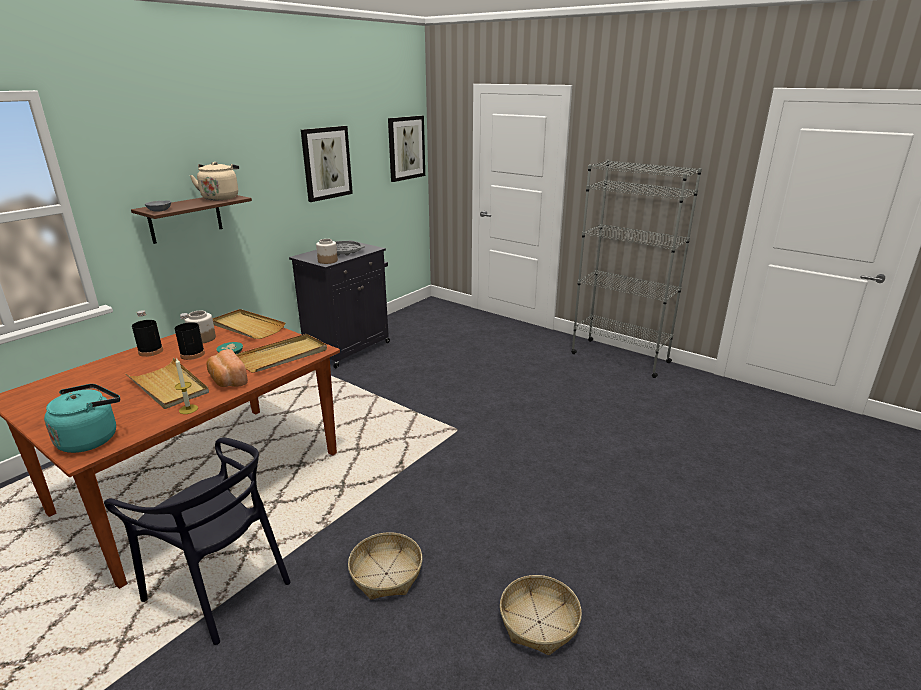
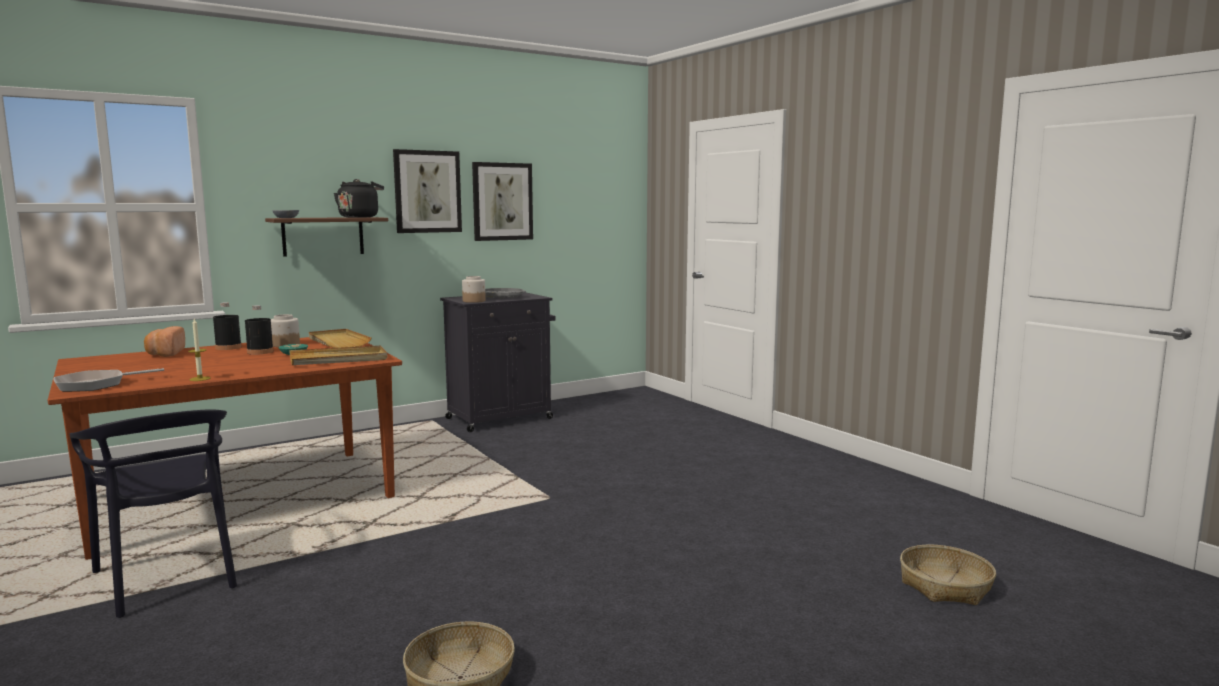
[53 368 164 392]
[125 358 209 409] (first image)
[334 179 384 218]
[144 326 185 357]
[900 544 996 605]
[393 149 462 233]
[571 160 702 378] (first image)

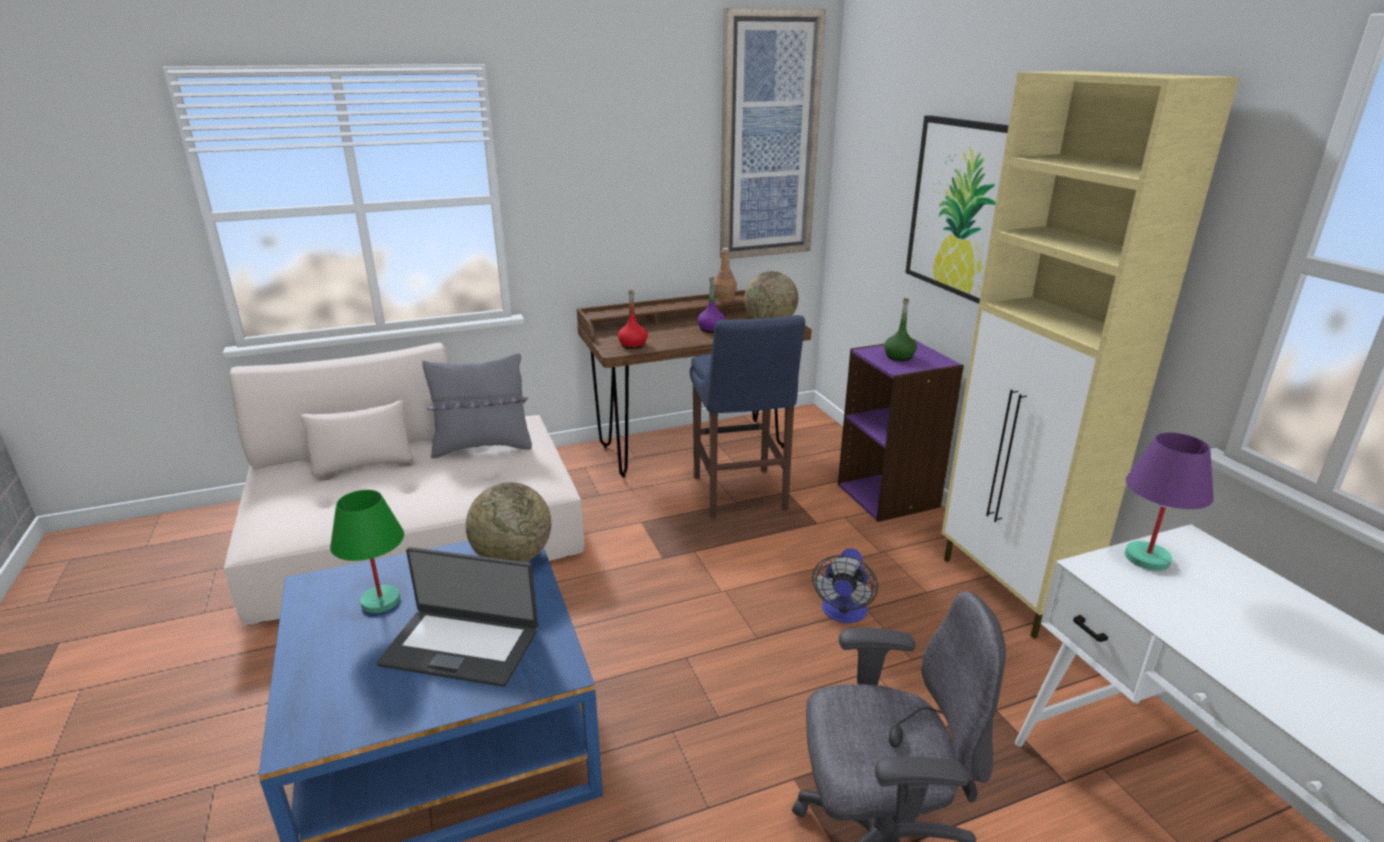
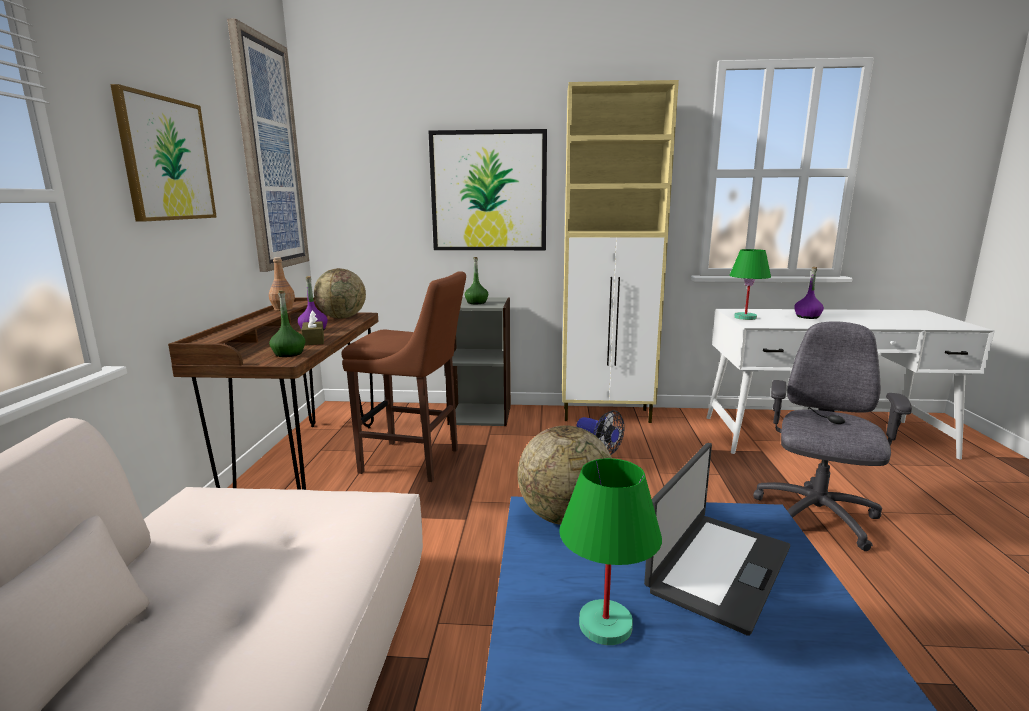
[422 353 532 458] (first image)
[269 291 305 357]
[342 271 466 482]
[446 297 511 426]
[729 249 771 320]
[110 84 217 222]
[301 310 324 345]
[794 267 824 319]

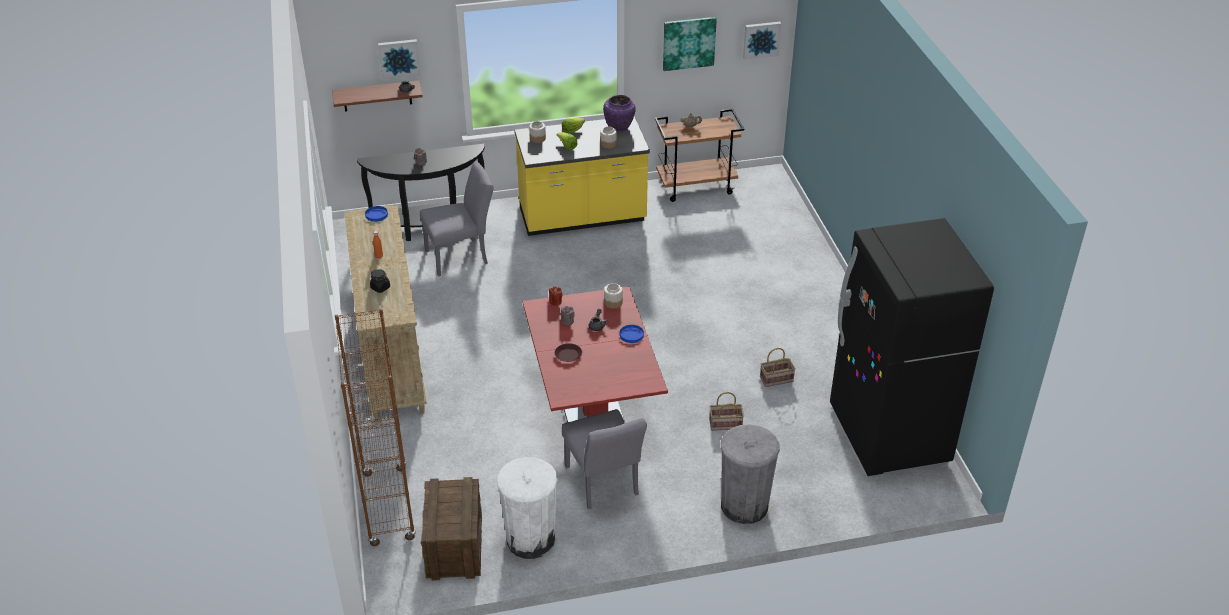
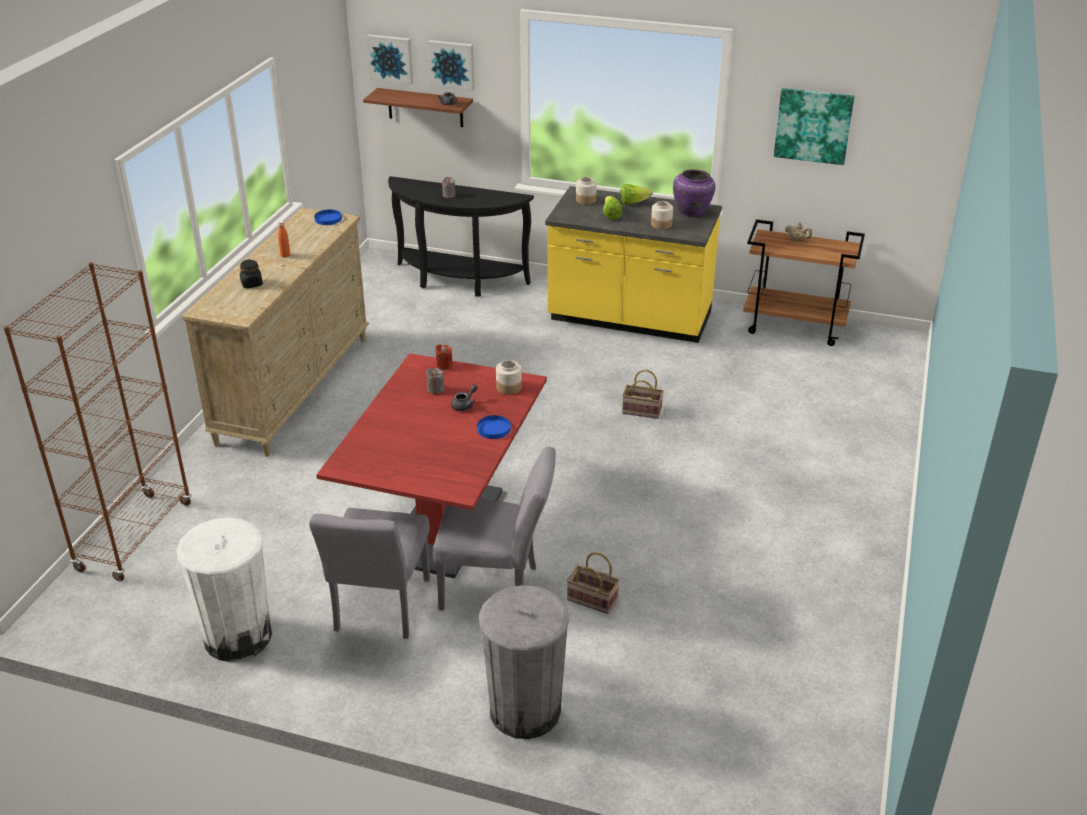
[433 446 556 610]
[421 477 482 581] (first image)
[555 343 582 362] (first image)
[366 34 413 85]
[622 370 664 419]
[830 218 994 476] (first image)

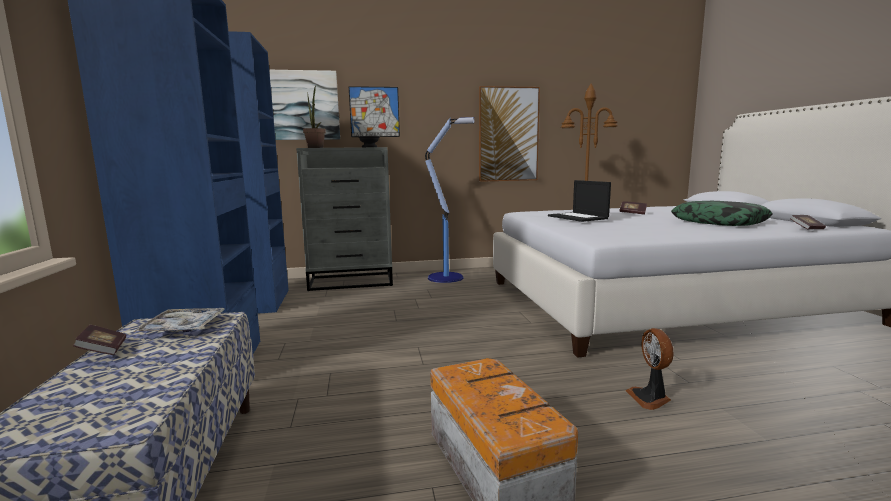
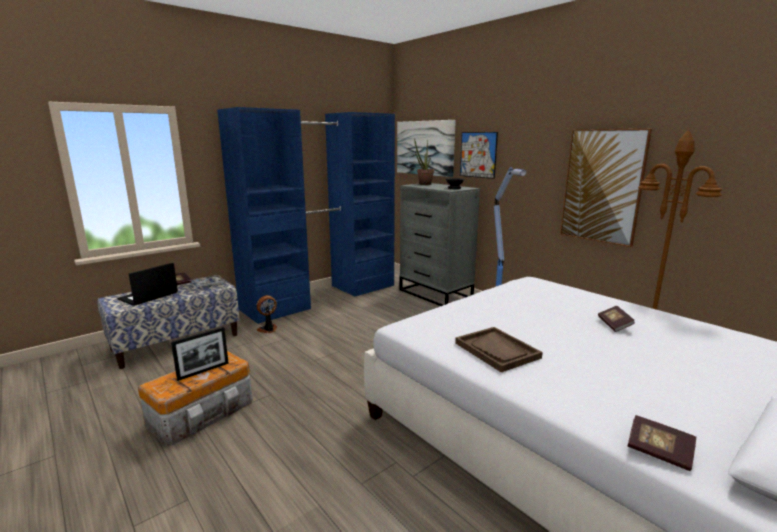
[117 263 178 306]
[256 295 277 333]
[671 201 772 226] (first image)
[171 327 229 381]
[455 327 543 372]

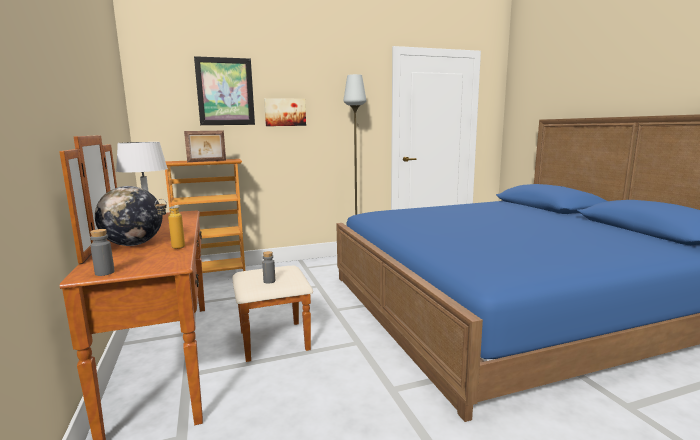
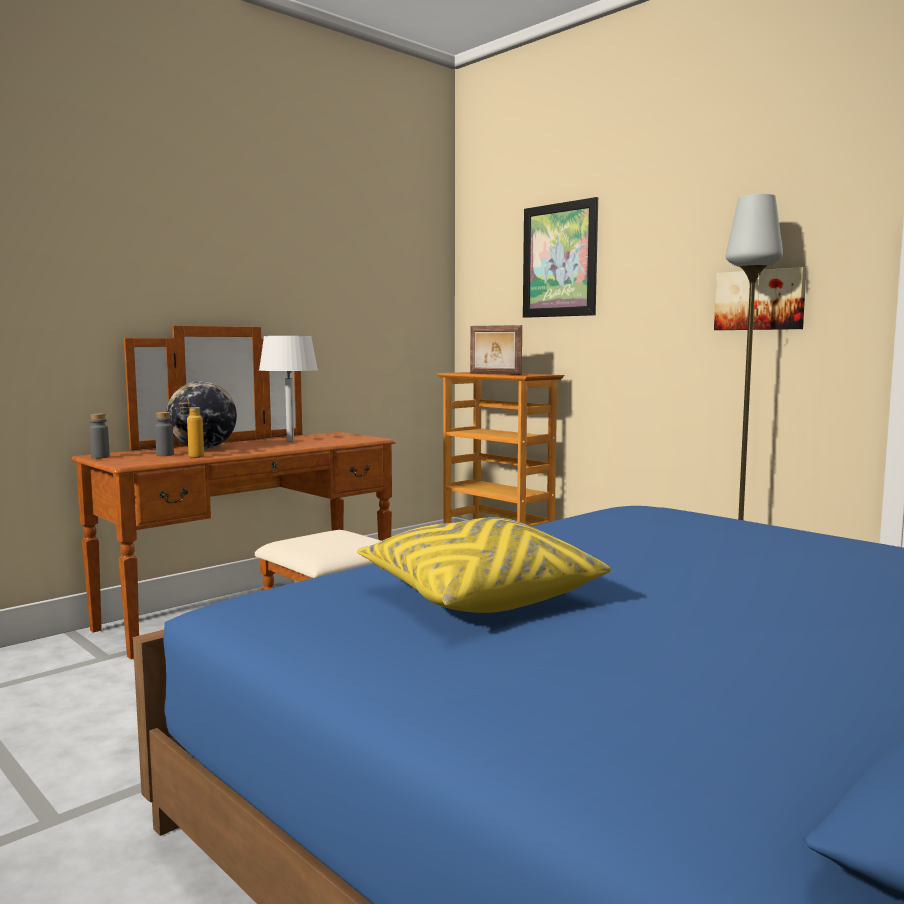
[155 412 174 456]
[714 267 807 330]
[357 517 611 613]

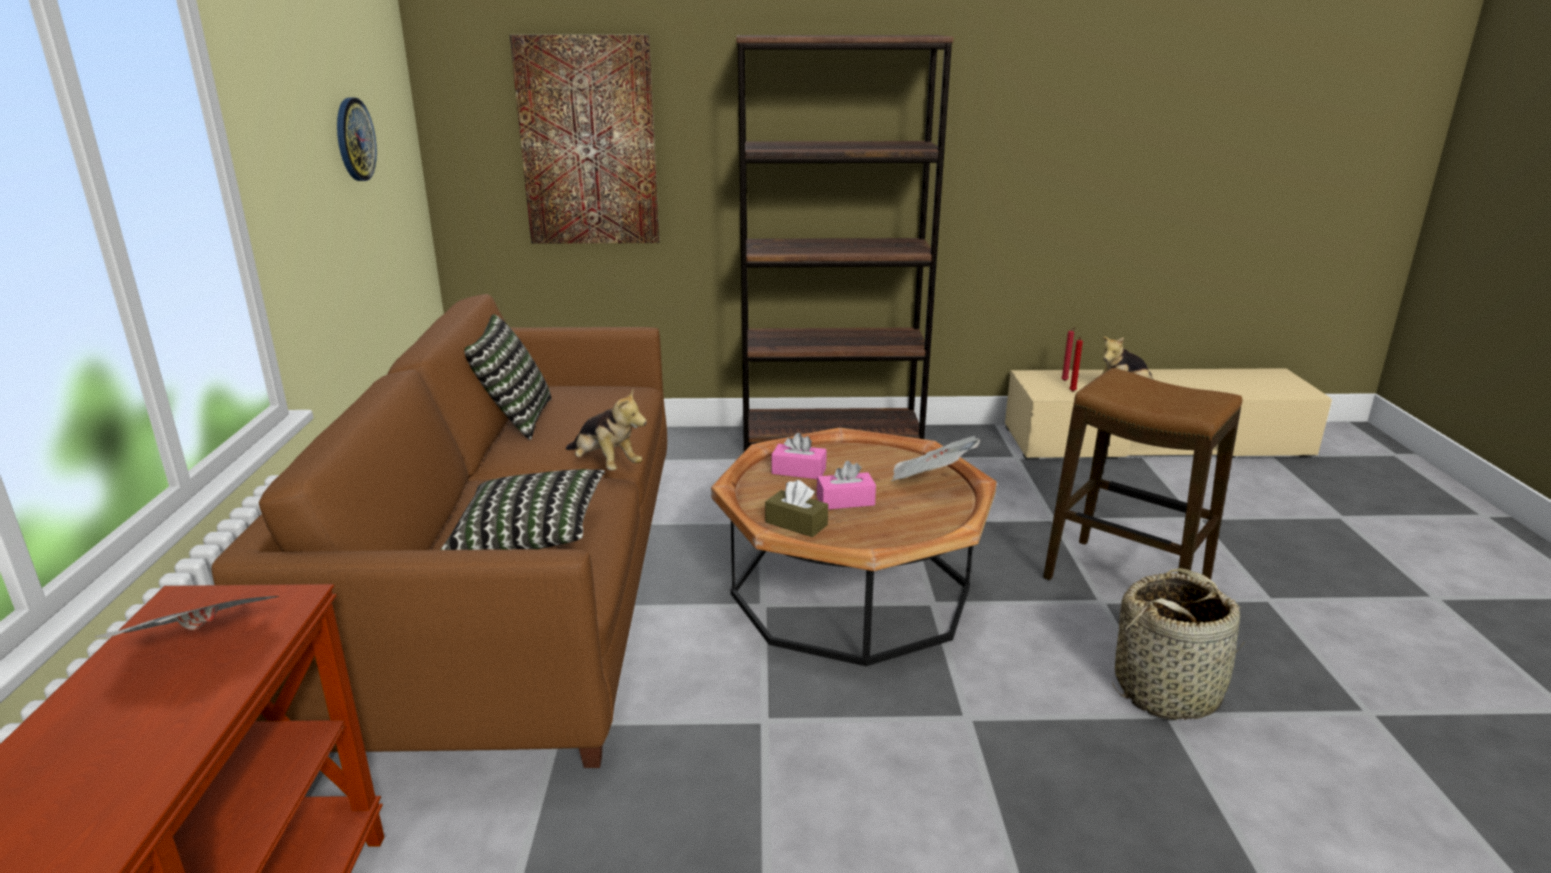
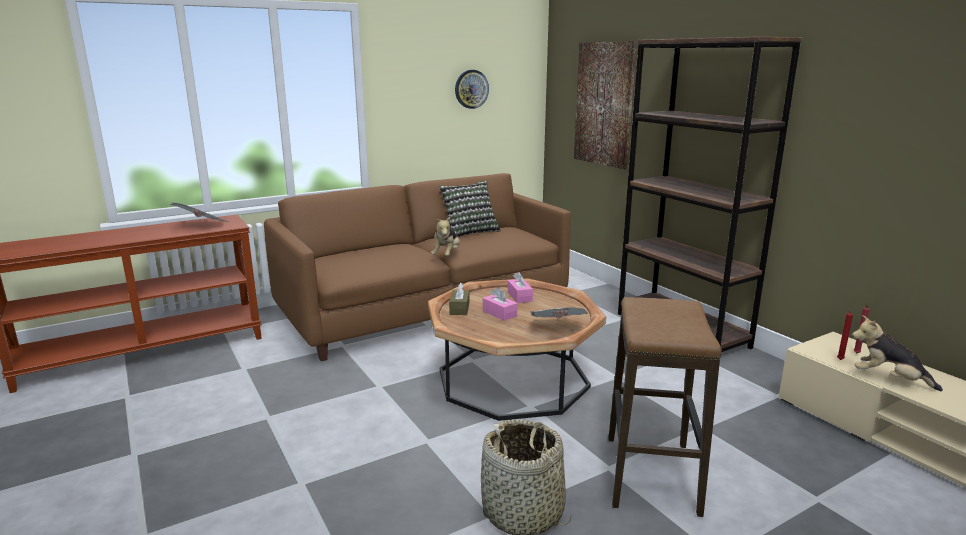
[441 469 605 550] (first image)

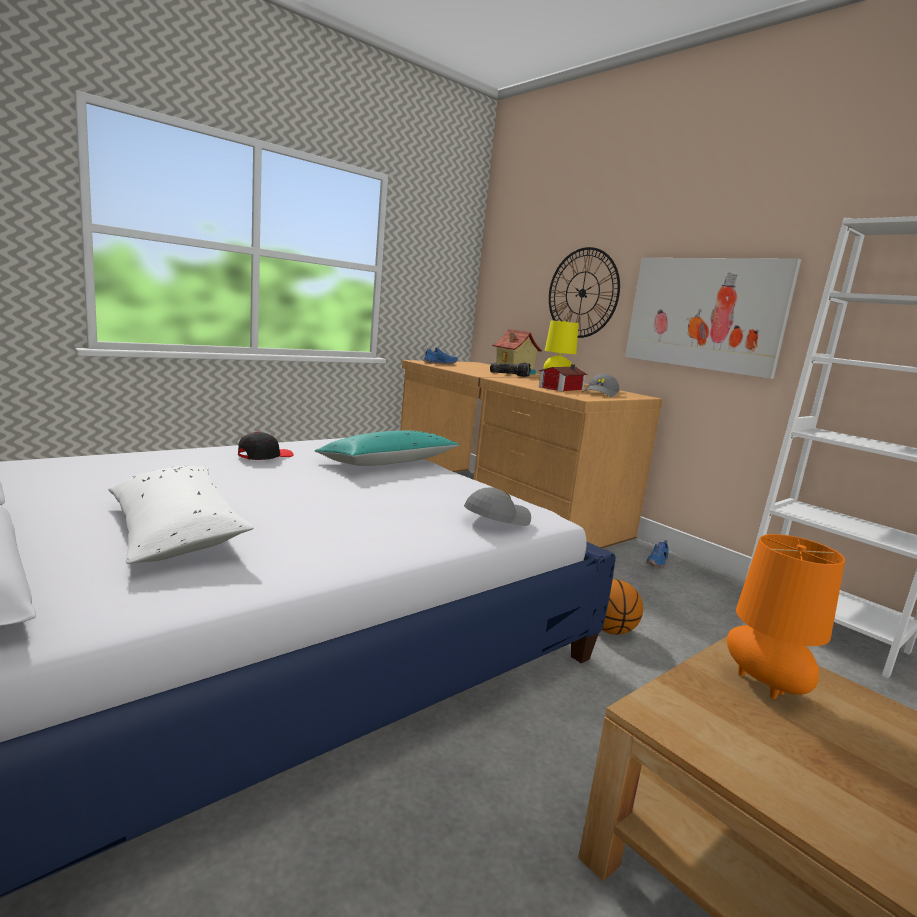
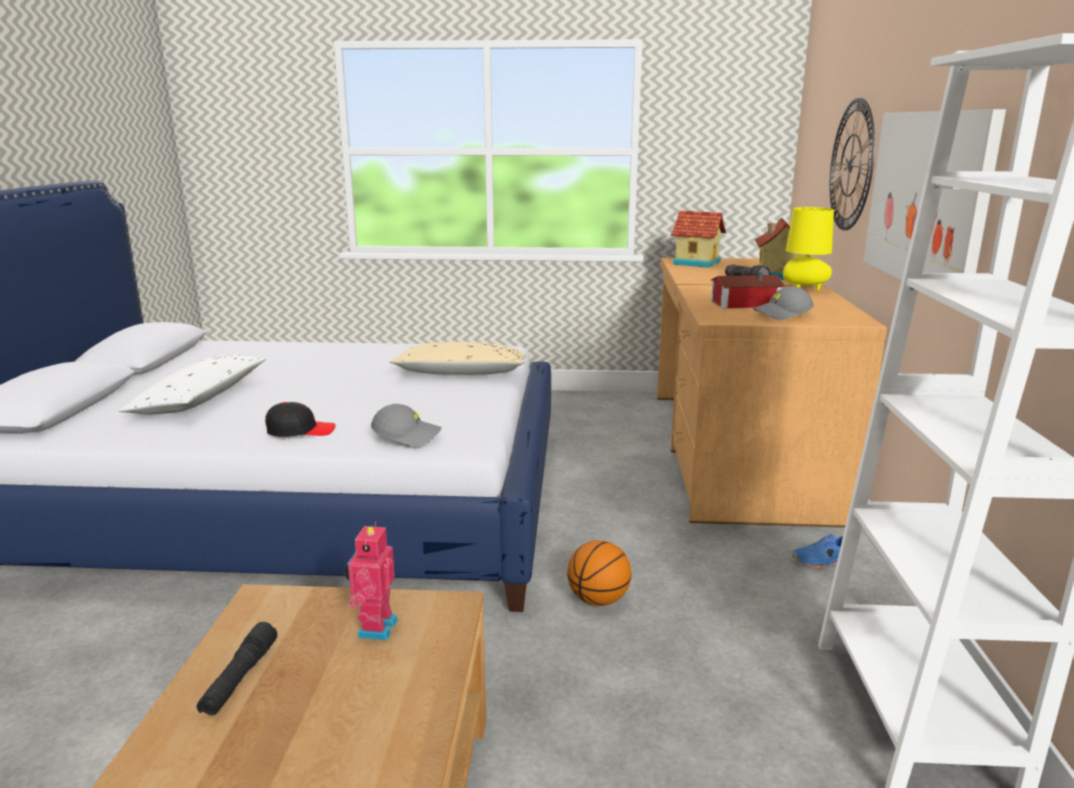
[265 402 336 437]
[389 342 526 375]
[671 211 727 268]
[344 522 398 640]
[196 622 277 715]

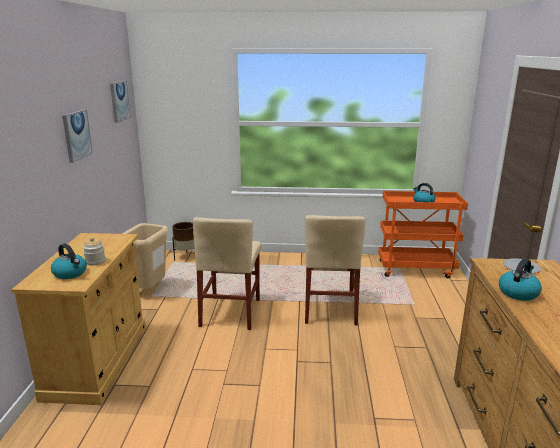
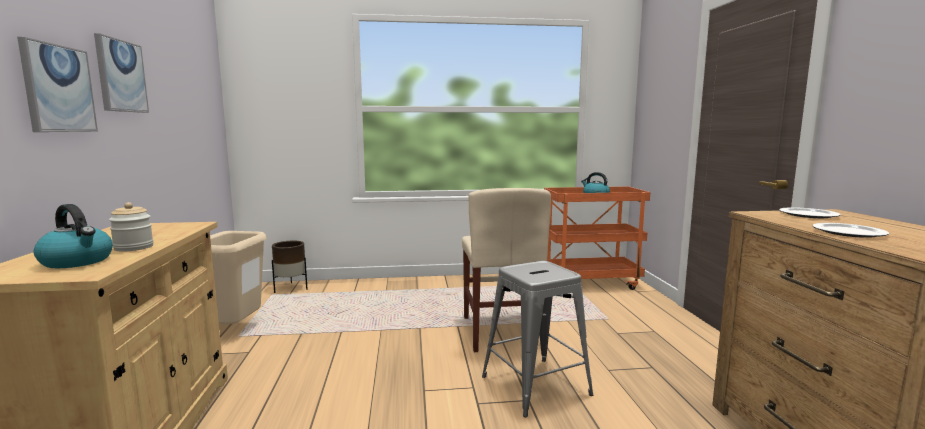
[17 37 98 132]
[193 217 261 330] (first image)
[812 223 889 238]
[482 261 593 417]

